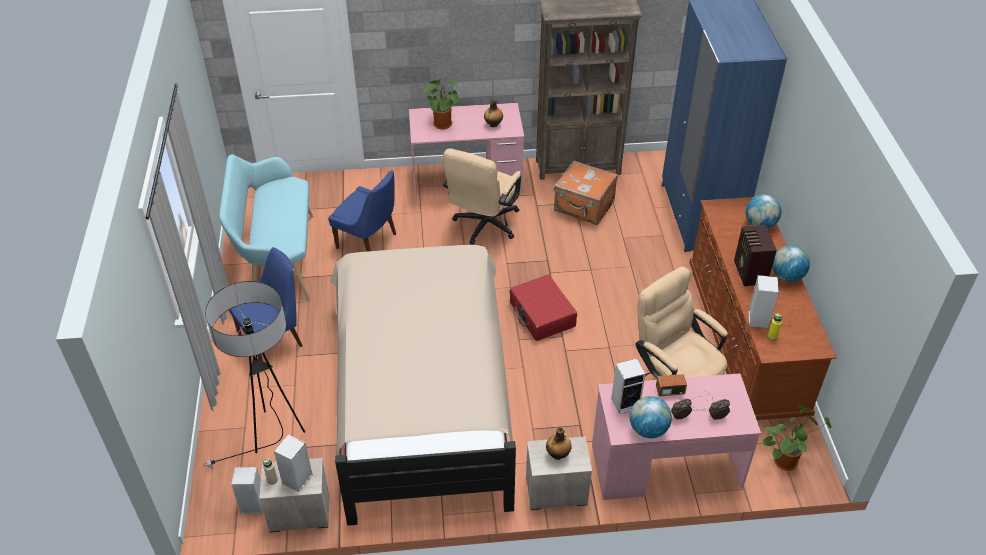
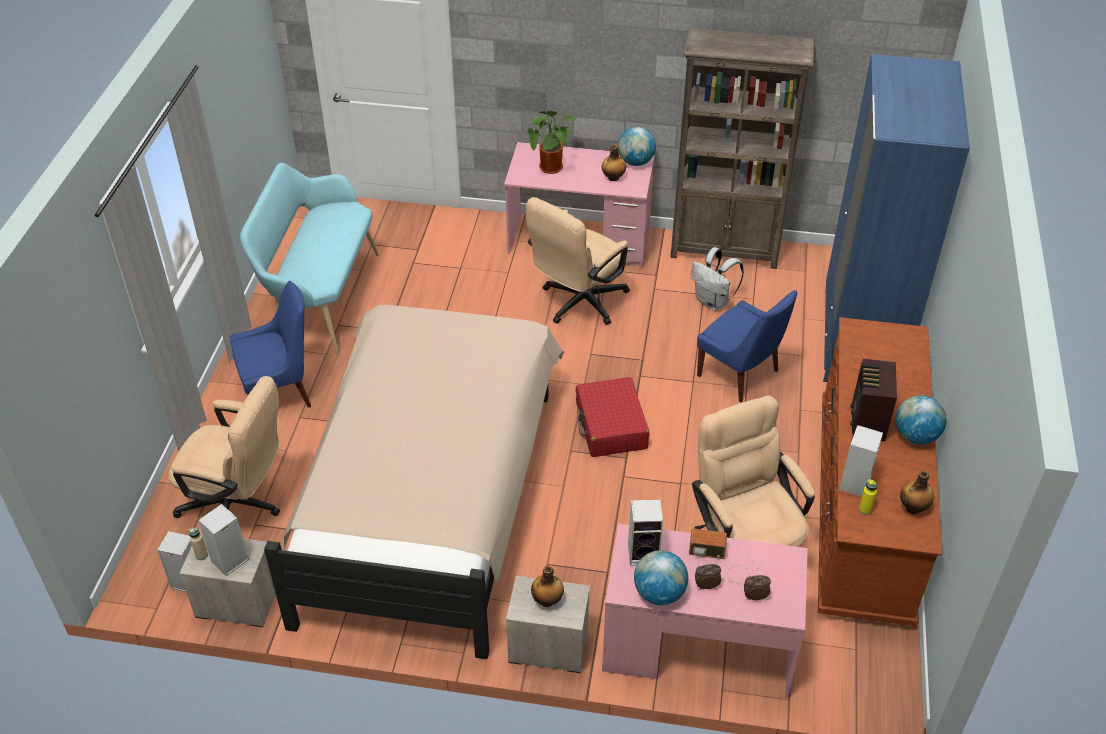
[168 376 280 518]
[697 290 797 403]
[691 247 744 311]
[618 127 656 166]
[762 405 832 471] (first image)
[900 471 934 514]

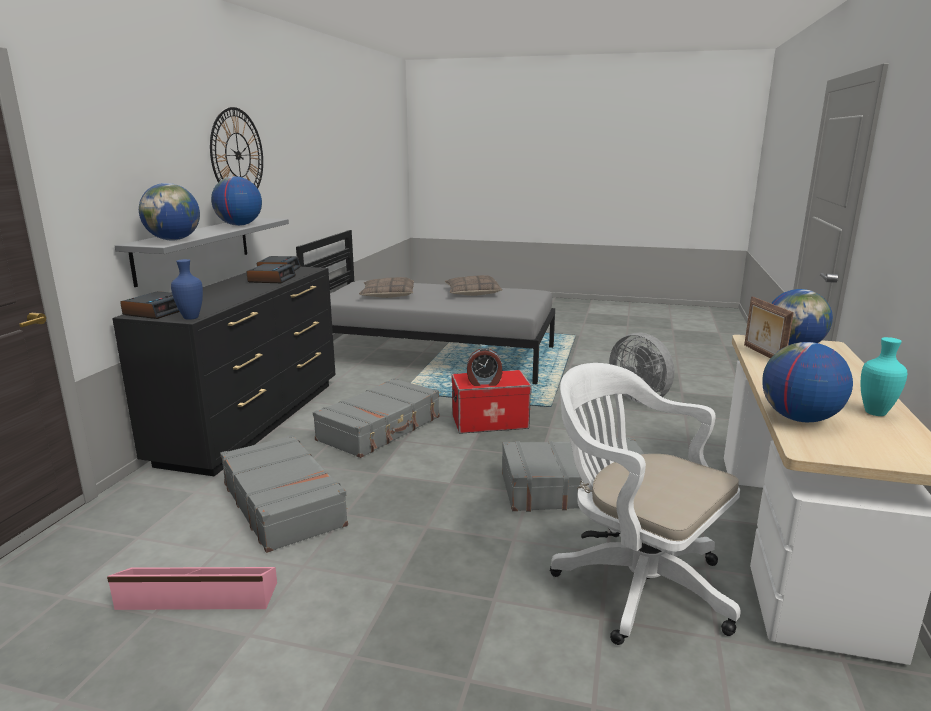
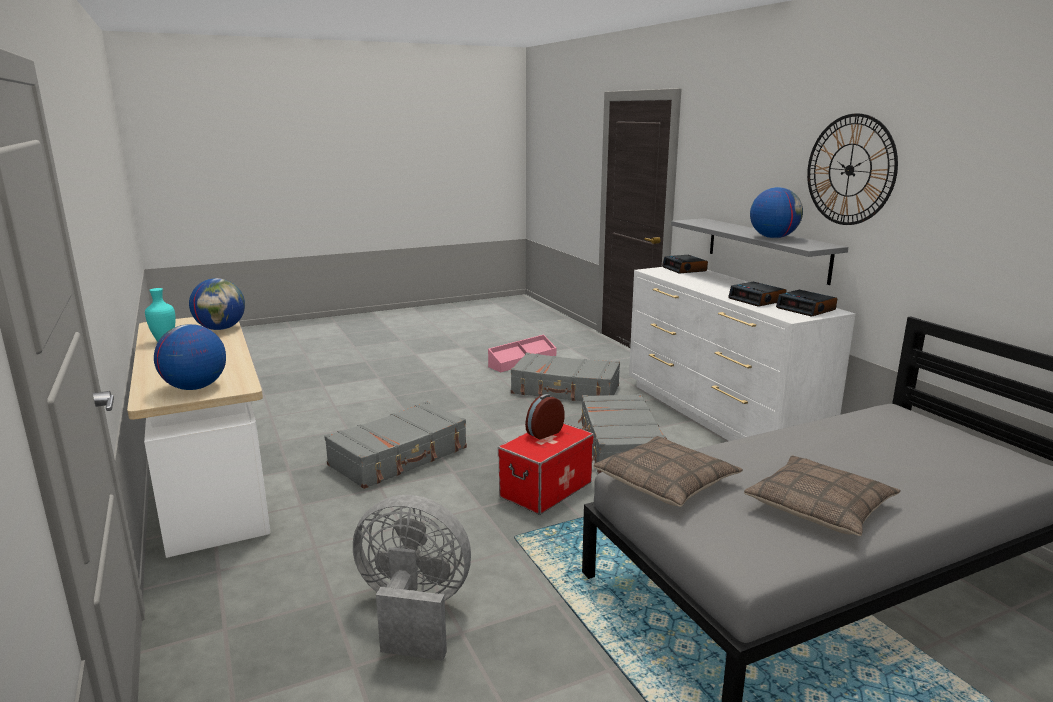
[629 267 856 441]
[139 183 200 241] (first image)
[171 259 203 320] (first image)
[593 436 743 507]
[550 363 741 645] (first image)
[744 296 794 359] (first image)

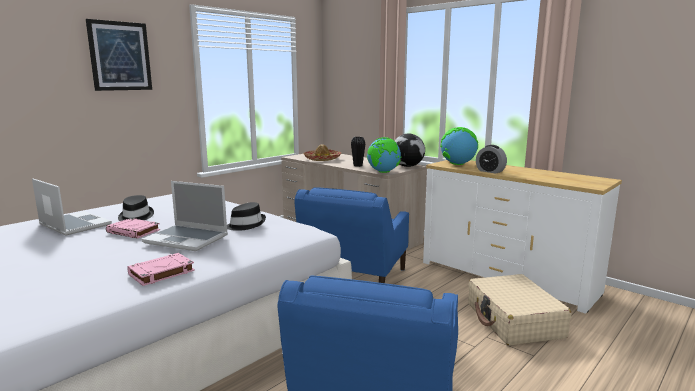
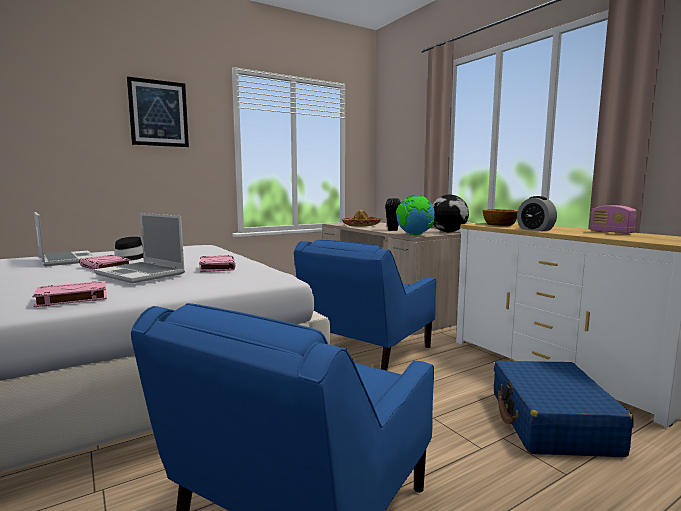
[199 255 235 272]
[483 209 518 226]
[494 361 634 457]
[590 205 637 234]

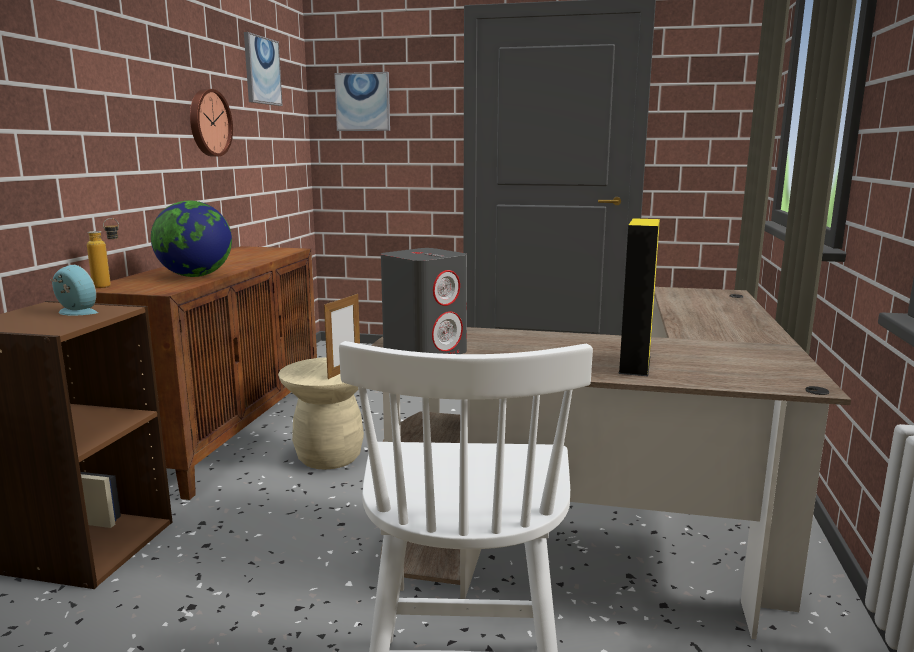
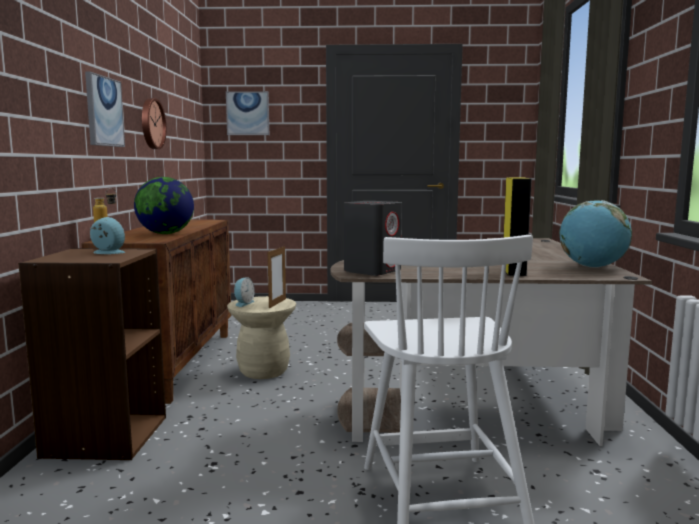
[85 71 125 147]
[234 277 255 307]
[559 200 632 268]

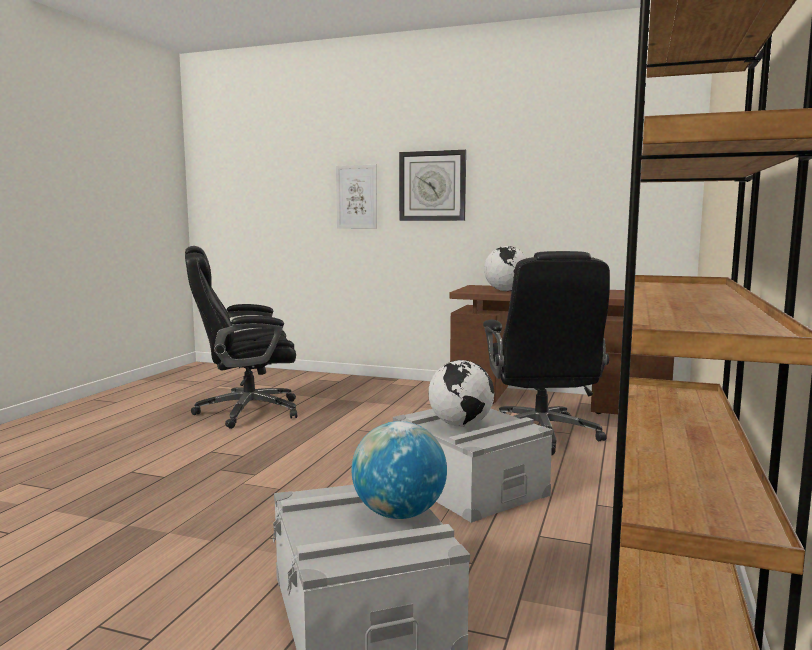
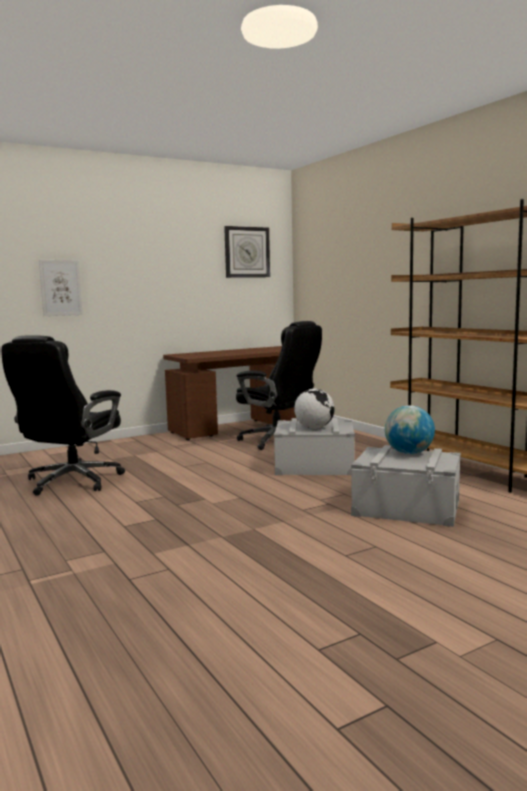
[224 226 270 278]
[484 246 527 291] (first image)

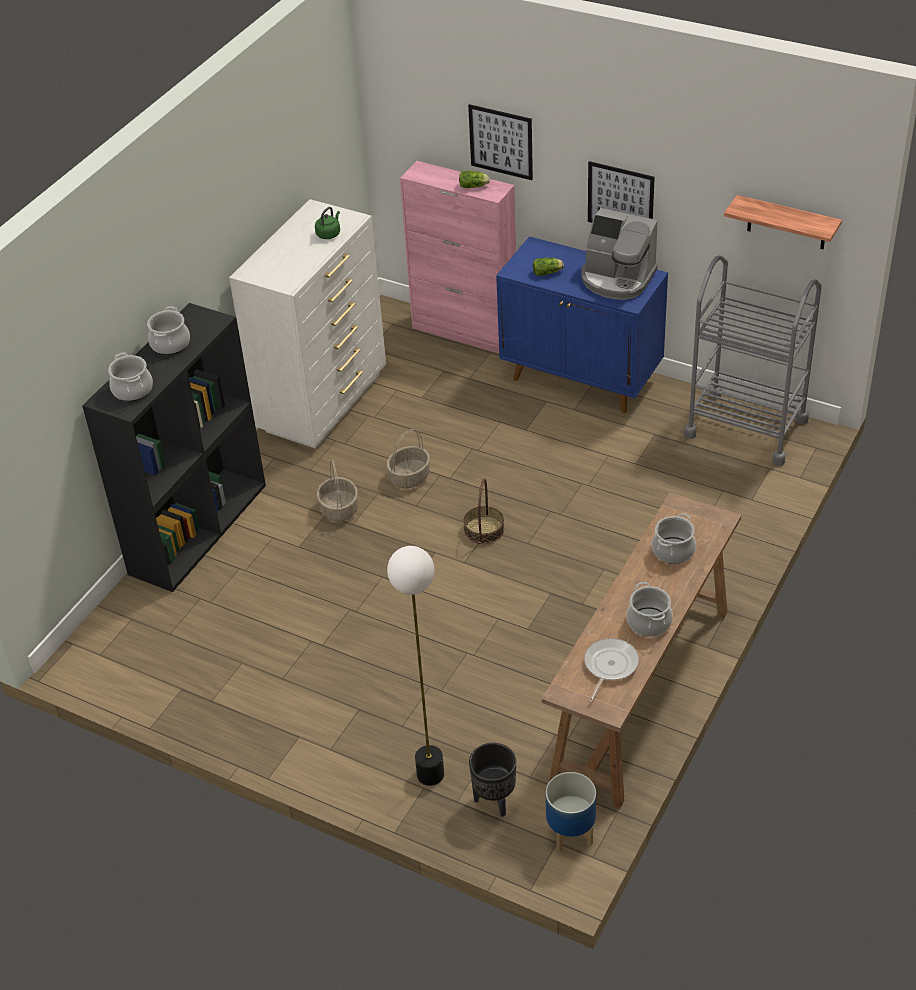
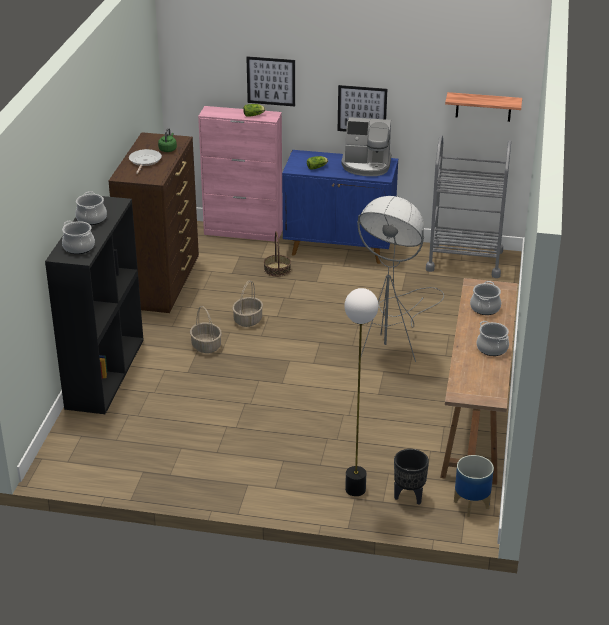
[109 132 199 313]
[264 231 291 277]
[129 149 162 174]
[357 196 444 365]

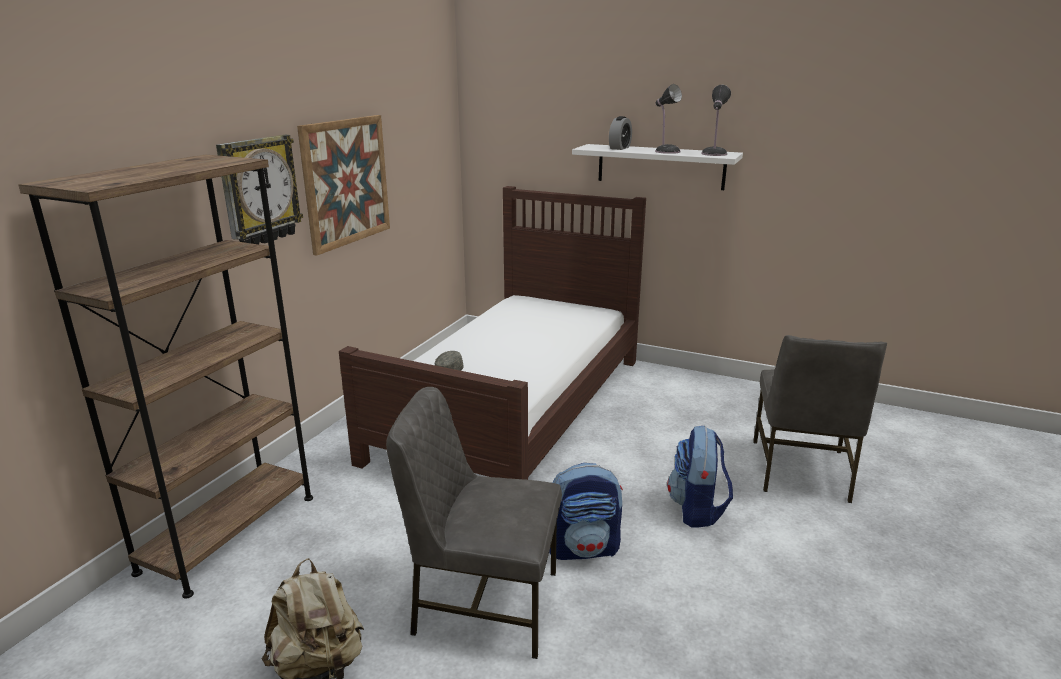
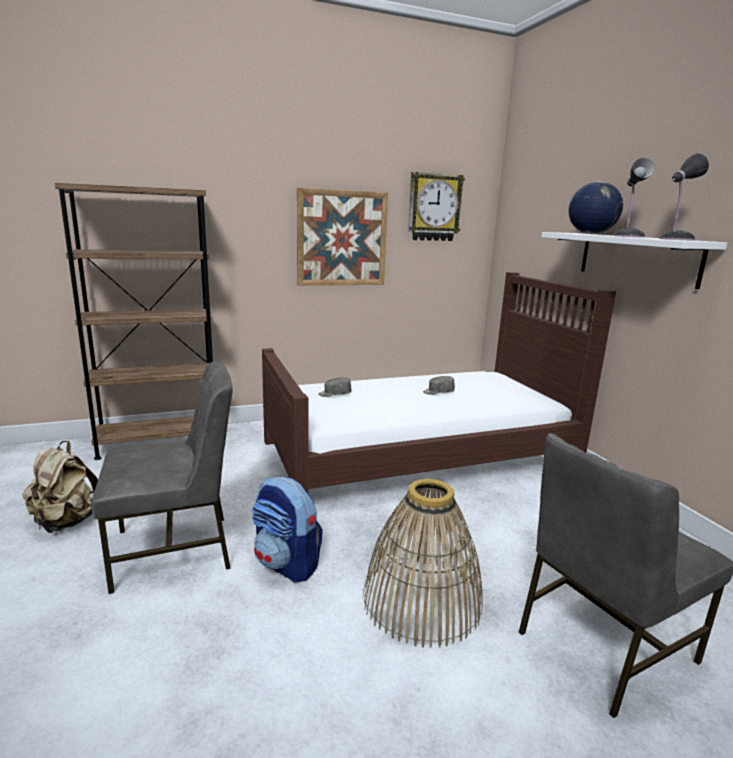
[408 172 465 241]
[91 361 233 594]
[568 181 623 234]
[363 479 483 648]
[423 376 455 395]

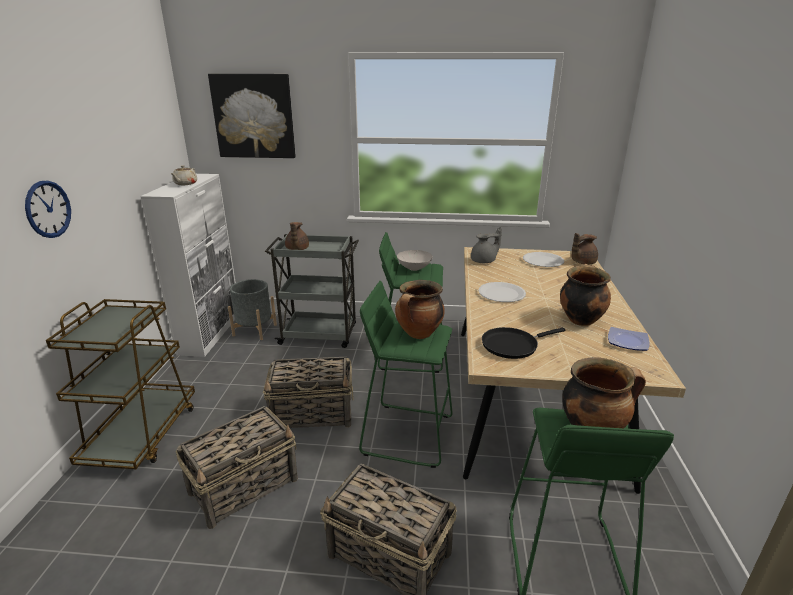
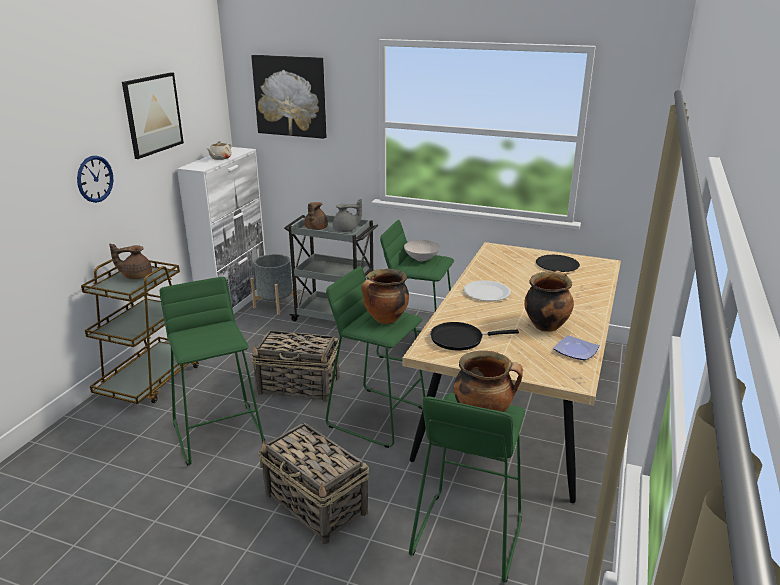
[160 277 265 465]
[333 199 362 232]
[536 255 580 272]
[109 244 152 279]
[122 72 184 159]

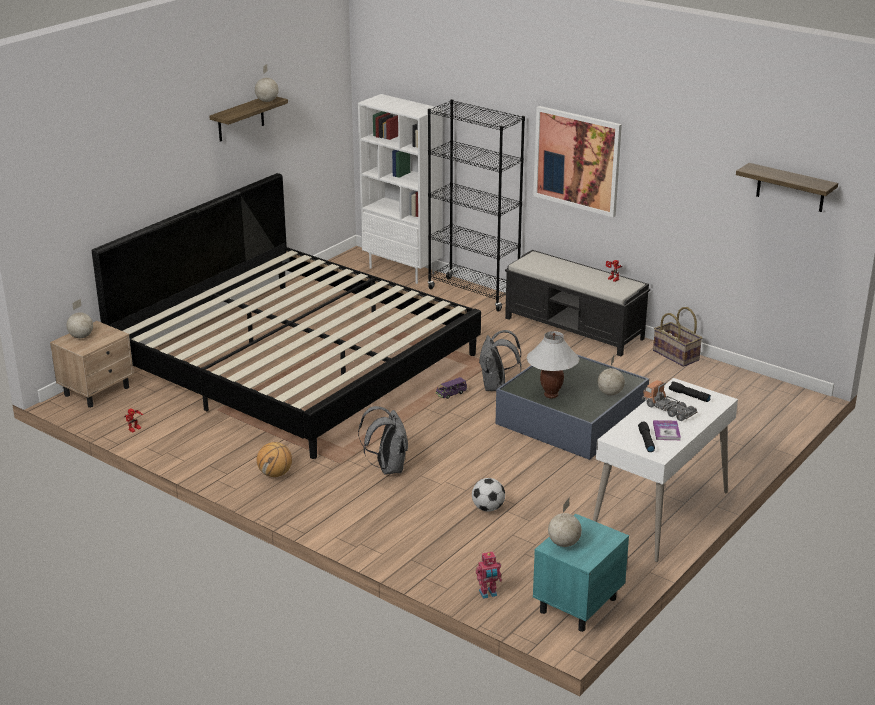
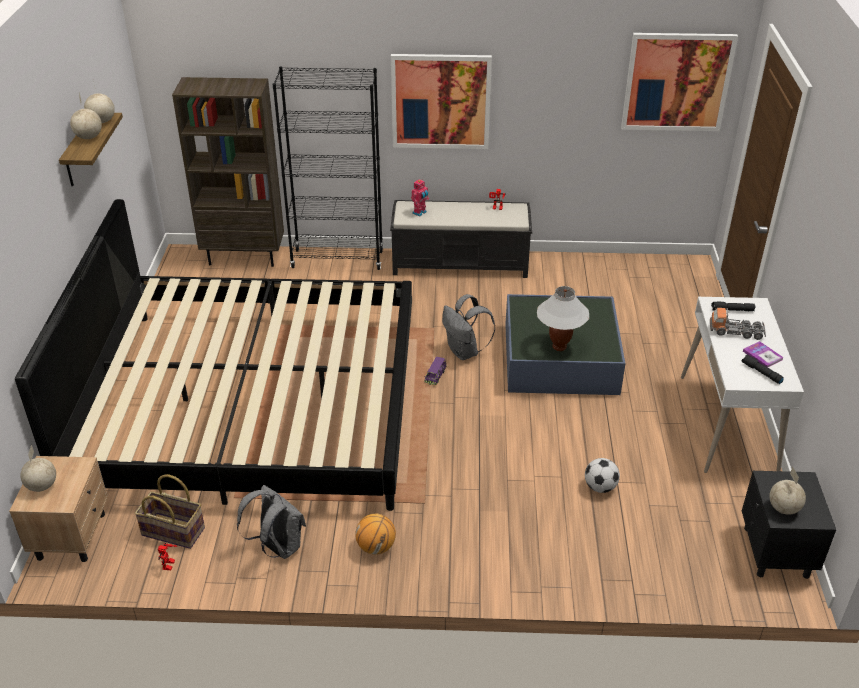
[172 77 284 267]
[237 485 306 559]
[411 179 429 216]
[742 471 836 579]
[70 92 102 139]
[135 474 205 549]
[621 33 738 131]

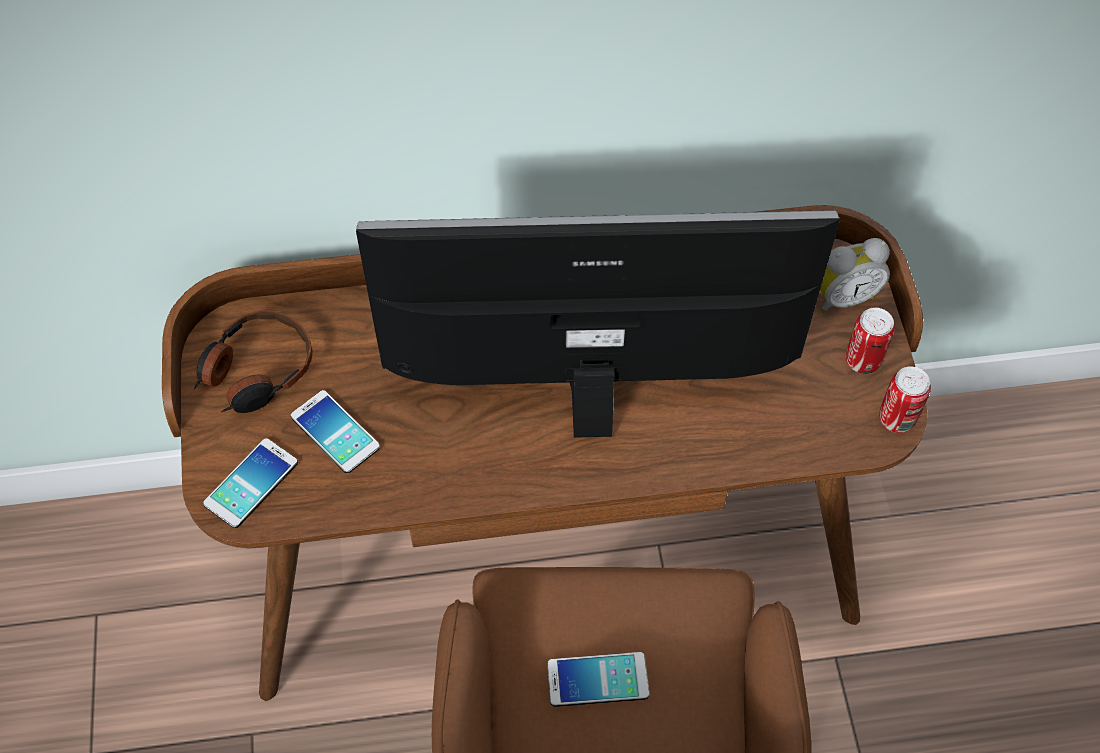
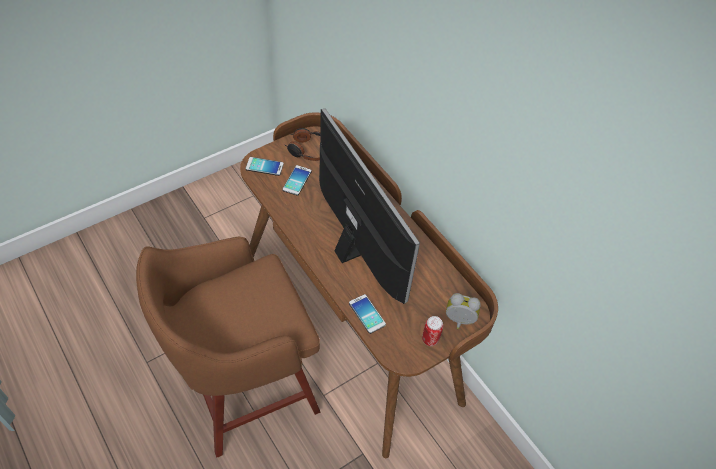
[349 294 386 334]
[446 293 481 329]
[879 366 931 433] (first image)

